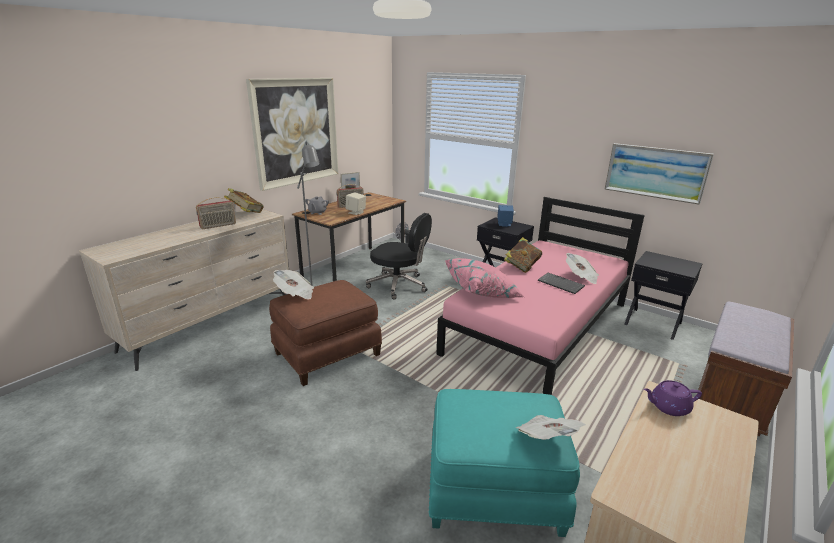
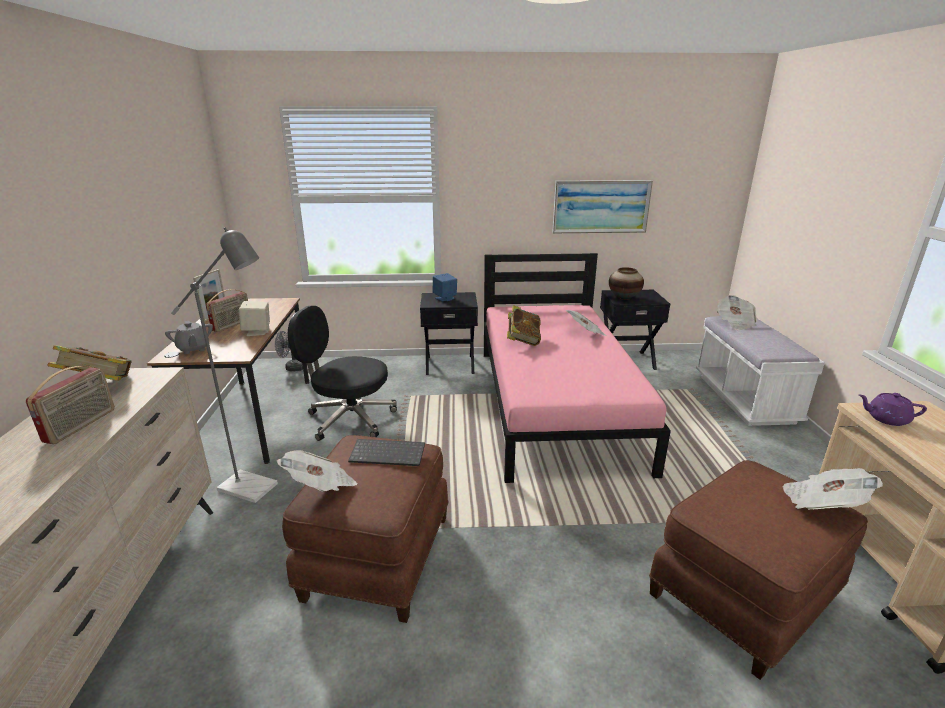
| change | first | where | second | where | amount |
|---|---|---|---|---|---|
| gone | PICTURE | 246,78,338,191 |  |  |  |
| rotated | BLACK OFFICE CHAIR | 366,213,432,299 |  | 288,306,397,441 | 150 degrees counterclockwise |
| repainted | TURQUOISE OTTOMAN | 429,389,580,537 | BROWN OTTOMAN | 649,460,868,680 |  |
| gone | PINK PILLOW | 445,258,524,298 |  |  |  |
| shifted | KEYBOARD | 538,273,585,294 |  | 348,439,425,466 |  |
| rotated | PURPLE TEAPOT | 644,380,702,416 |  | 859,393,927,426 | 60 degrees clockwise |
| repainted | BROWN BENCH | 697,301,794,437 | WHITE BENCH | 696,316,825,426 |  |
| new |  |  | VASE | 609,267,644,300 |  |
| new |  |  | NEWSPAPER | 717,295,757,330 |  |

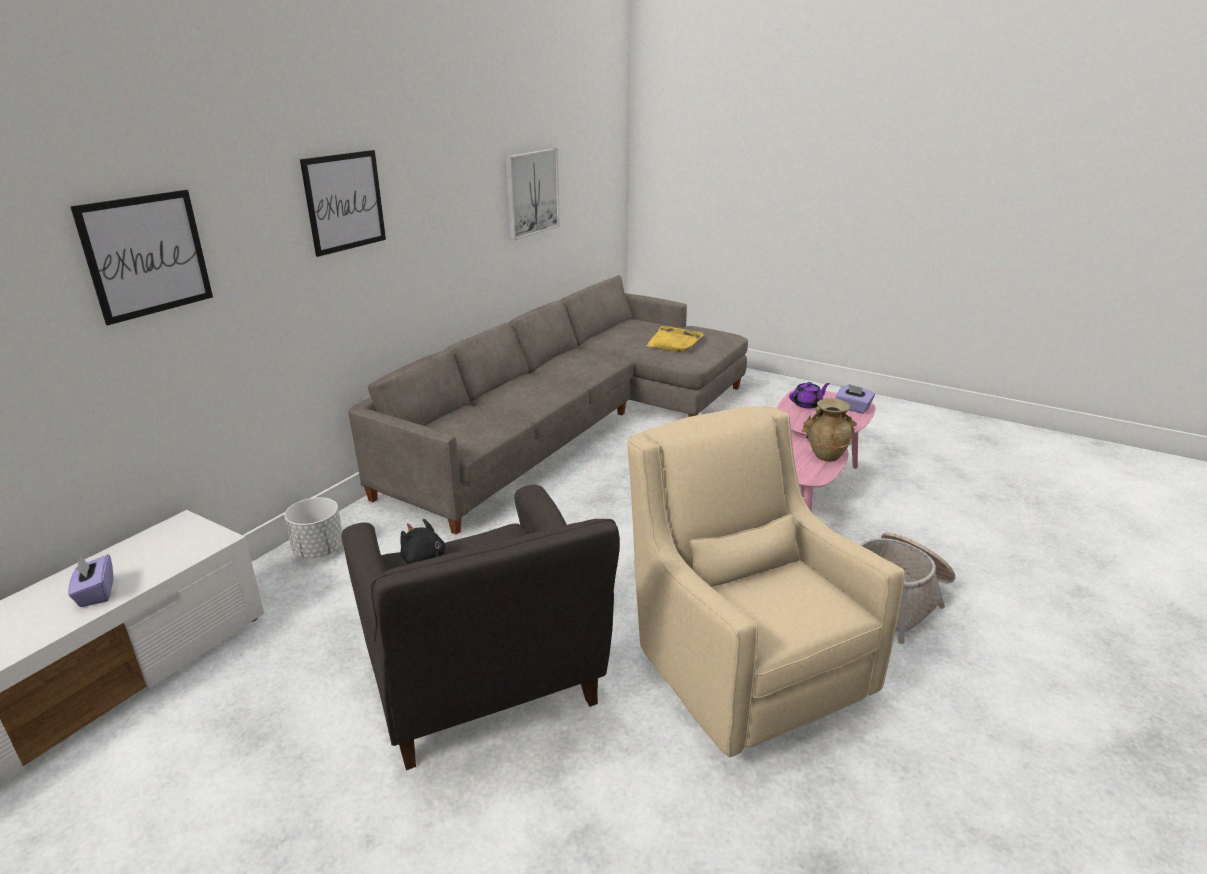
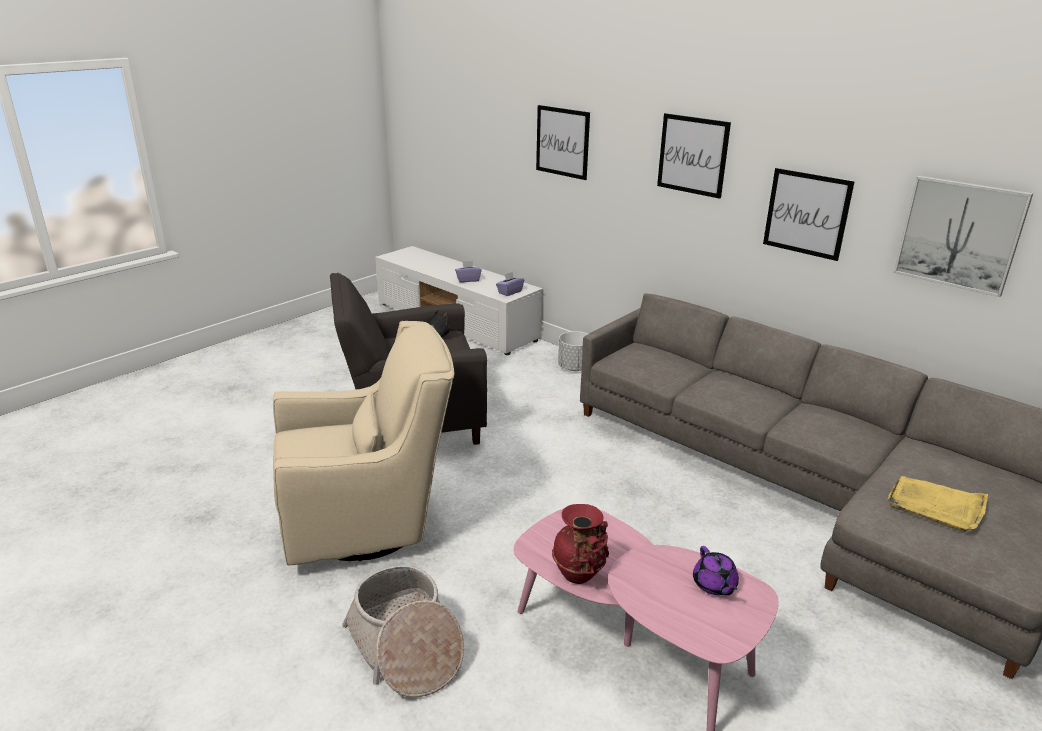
| change | first | where | second | where | amount |
|---|---|---|---|---|---|
| repainted | BEIGE VASE | 802,398,857,462 | RED VASE | 552,504,609,584 |  |
| shifted | PURPLE TISSUE BOX | 836,384,875,414 |  | 496,272,524,296 |  |
| new |  |  | PICTURE | 763,168,855,261 |  |

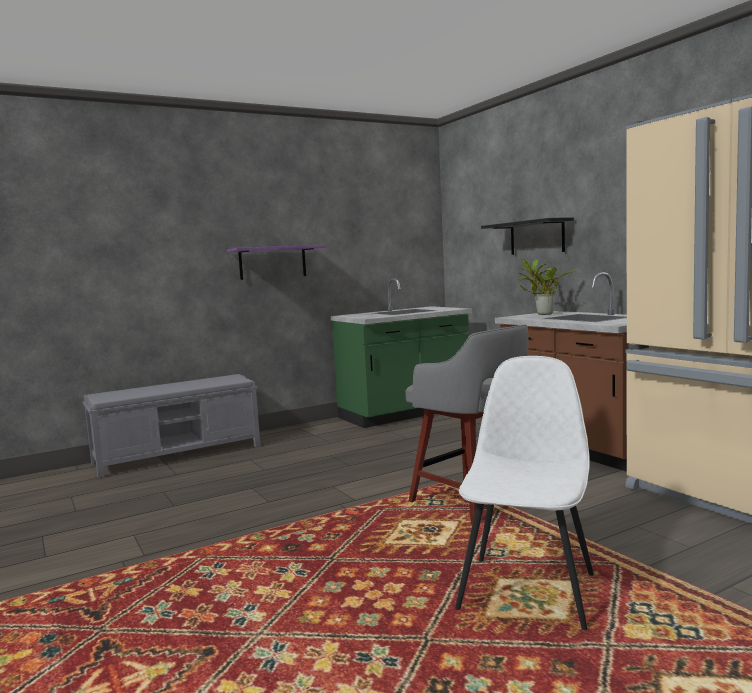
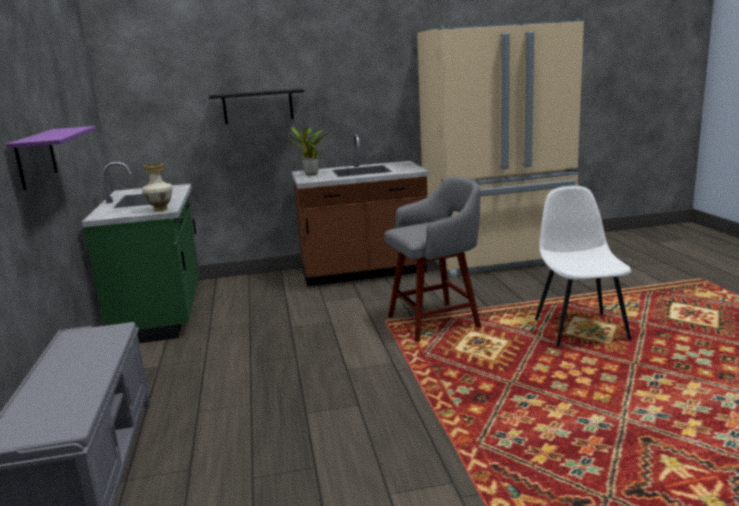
| change | first | where | second | where | amount |
|---|---|---|---|---|---|
| rotated | WHITE CHAIR | 455,356,594,630 |  | 535,186,632,347 | 45 degrees clockwise |
| new |  |  | VASE | 142,163,173,212 |  |

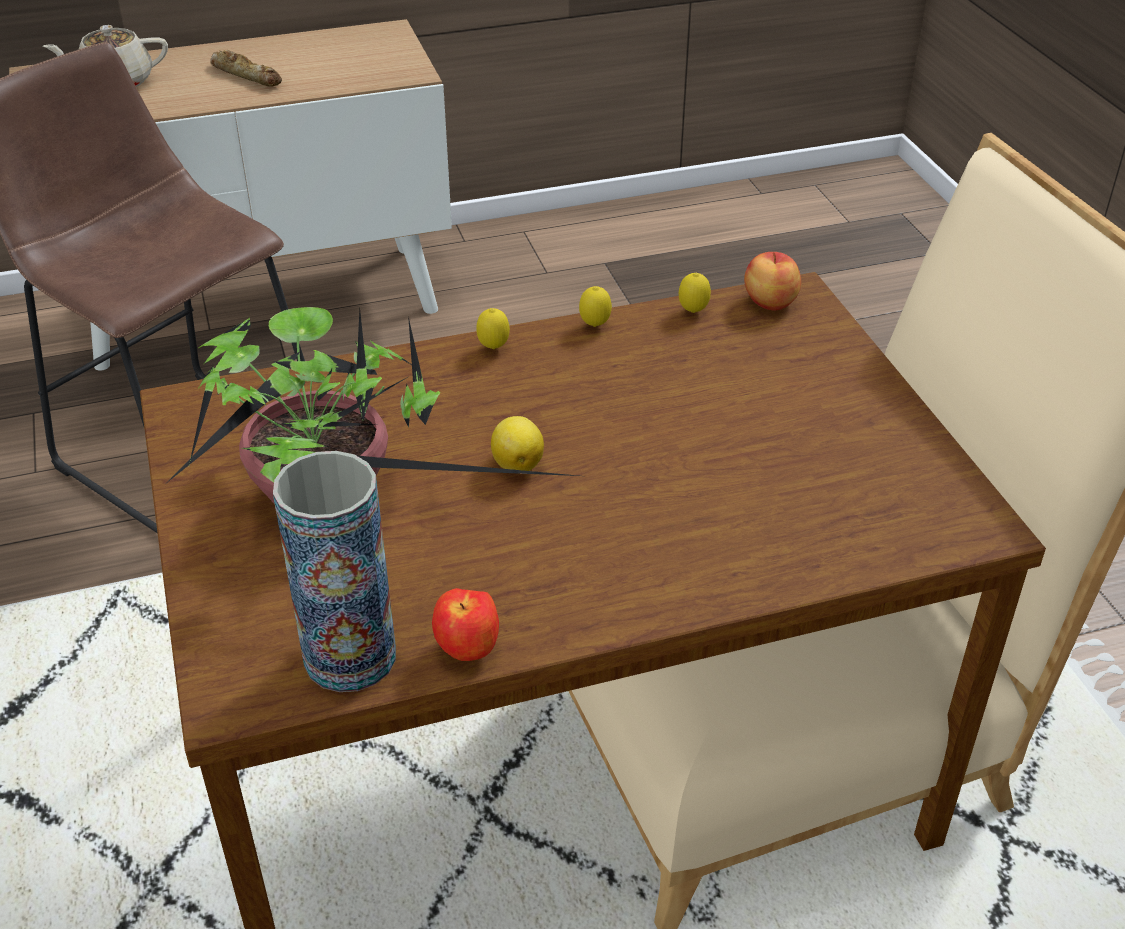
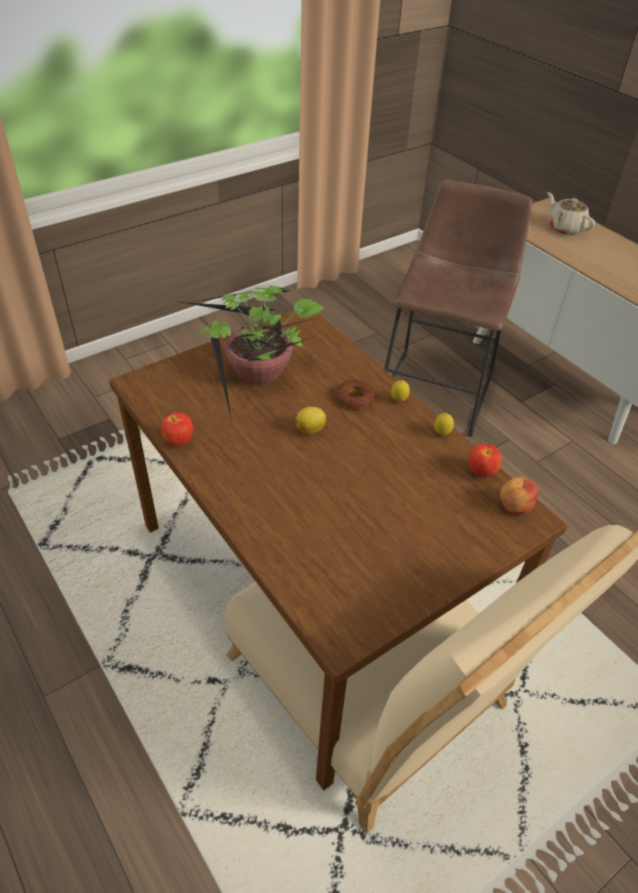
| change | first | where | second | where | amount |
|---|---|---|---|---|---|
| gone | BREAD | 210,50,282,86 |  |  |  |
| gone | VASE | 273,451,396,692 |  |  |  |
| swapped | LEMON | 679,273,711,313 | APPLE | 468,444,502,477 |  |
| new |  |  | DONUT | 336,380,375,409 |  |

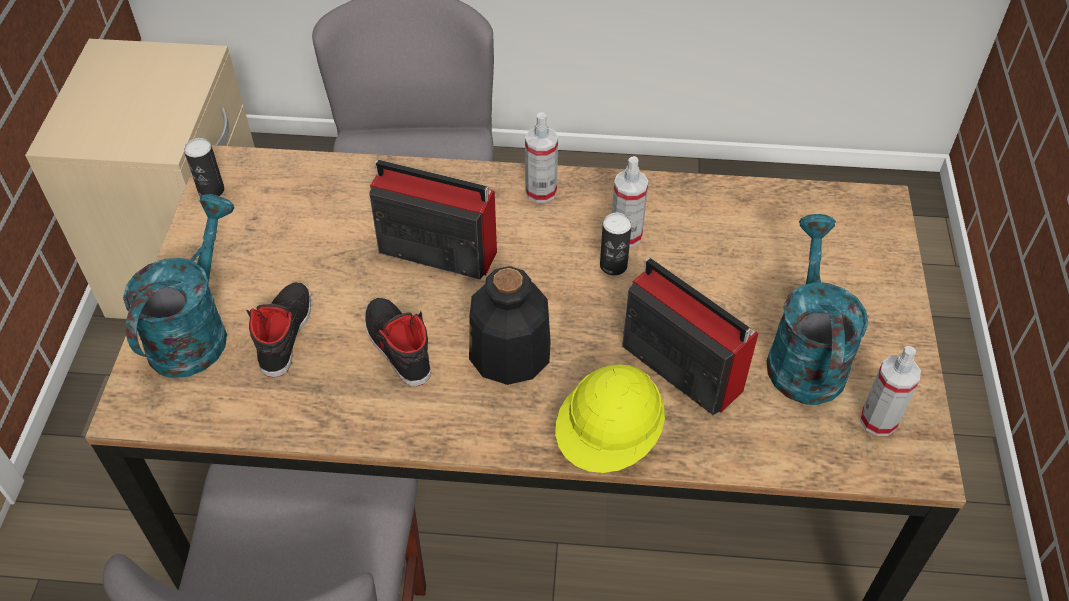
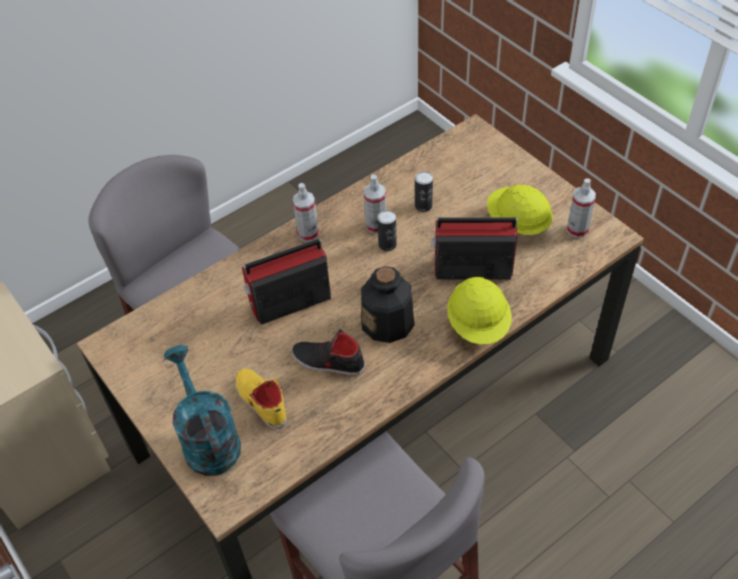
| change | first | where | second | where | amount |
|---|---|---|---|---|---|
| shifted | CAN | 184,138,224,197 |  | 415,171,433,212 |  |
| repainted | BLACK SHOE | 246,282,311,377 | YELLOW SHOE | 235,368,287,429 |  |
| swapped | TURQUOISE WATERING CAN | 767,214,868,405 | YELLOW HARD HAT | 487,184,553,235 |  |

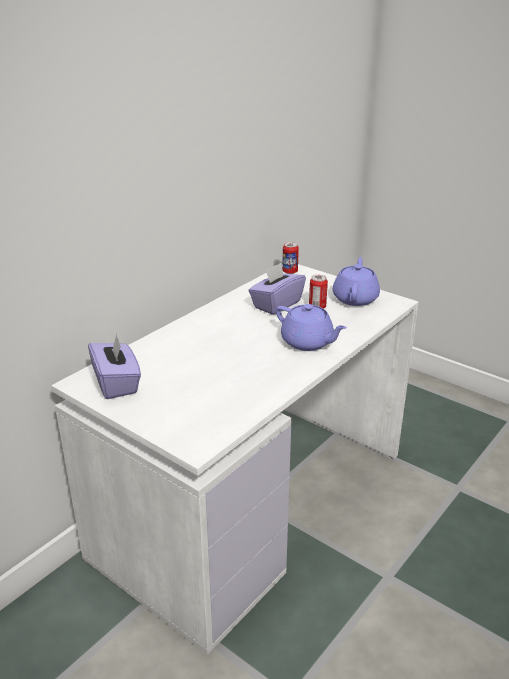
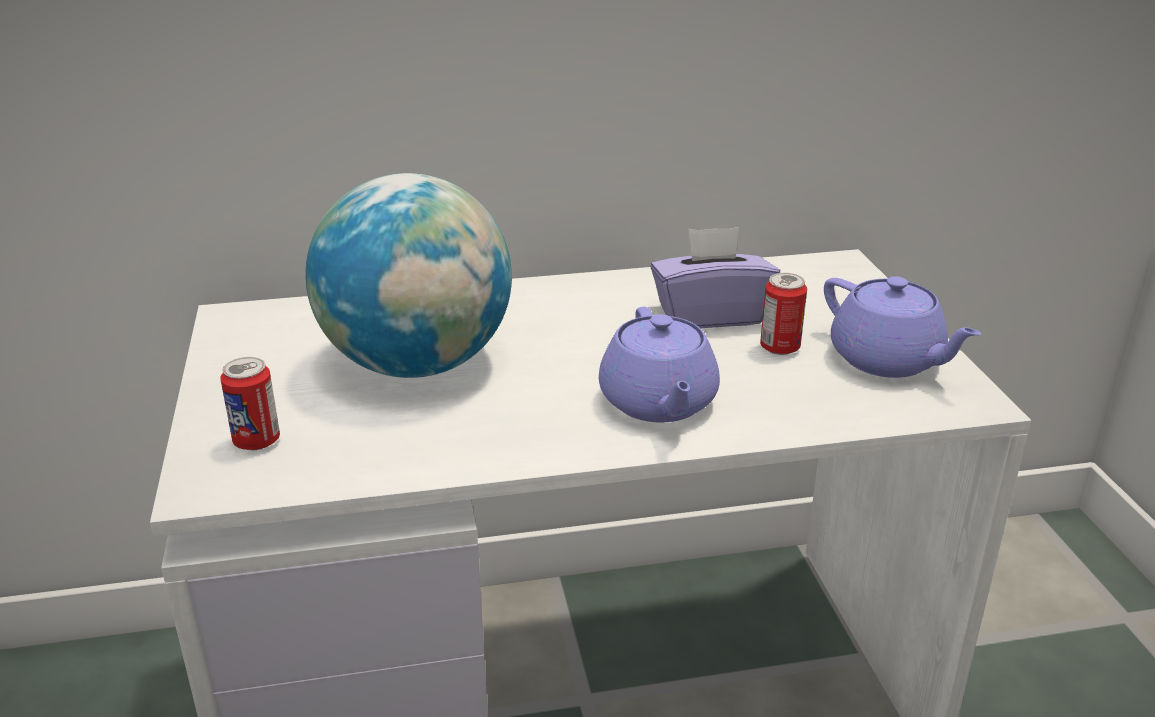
| change | first | where | second | where | amount |
|---|---|---|---|---|---|
| gone | PURPLE TISSUE BOX | 88,335,141,399 |  |  |  |
| shifted | CAN | 282,242,299,274 |  | 220,357,280,450 |  |
| rotated | PURPLE TEAPOT | 333,257,380,306 |  | 824,276,981,378 | 90 degrees clockwise |
| new |  |  | GLOBE | 305,173,512,378 |  |

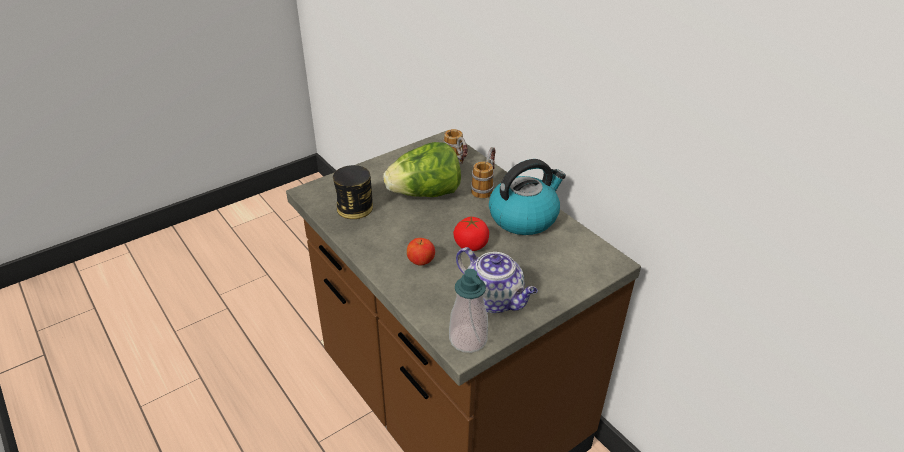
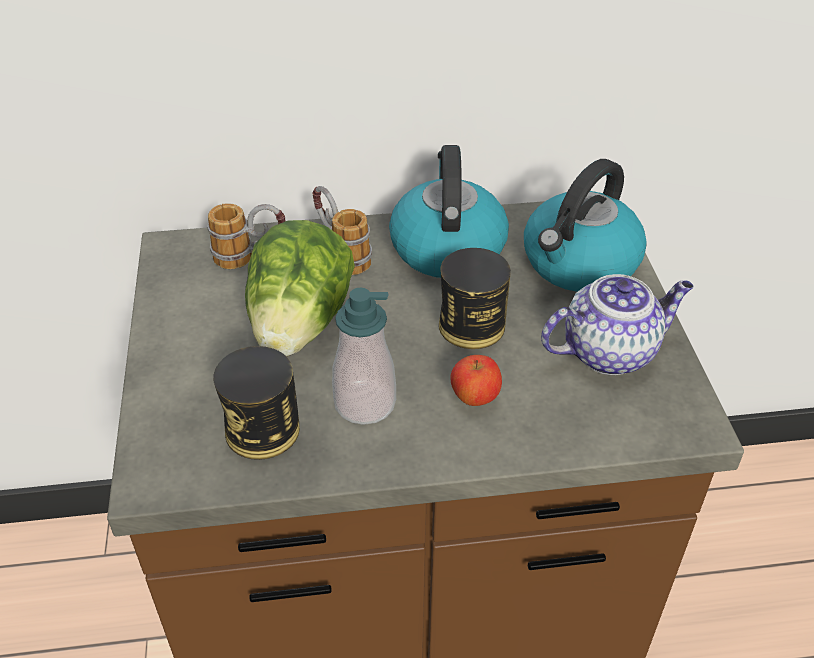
| change | first | where | second | where | amount |
|---|---|---|---|---|---|
| shifted | SOAP DISPENSER | 449,269,488,353 |  | 332,287,396,425 |  |
| swapped | TOMATO | 453,217,489,251 | CAN | 439,248,511,349 |  |
| new |  |  | KETTLE | 524,159,647,292 |  |

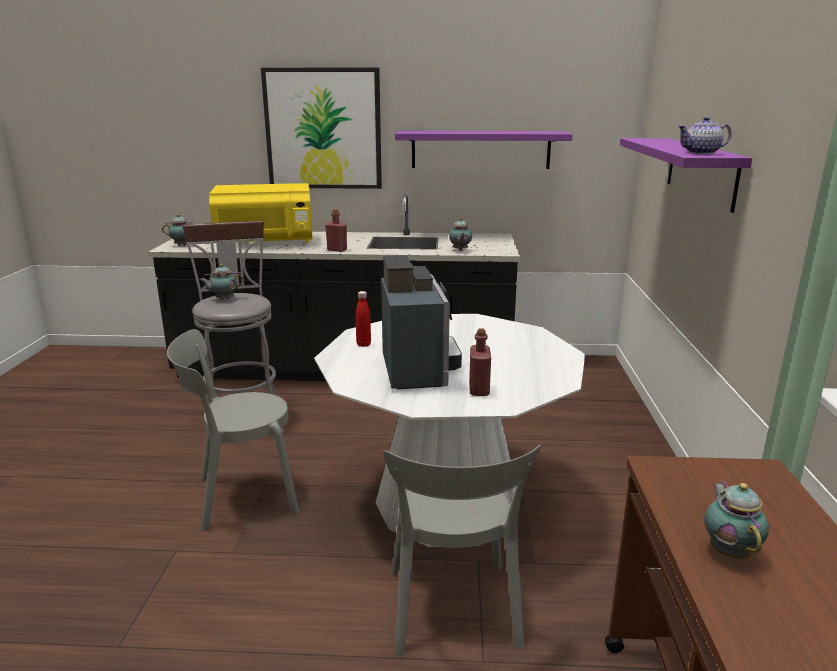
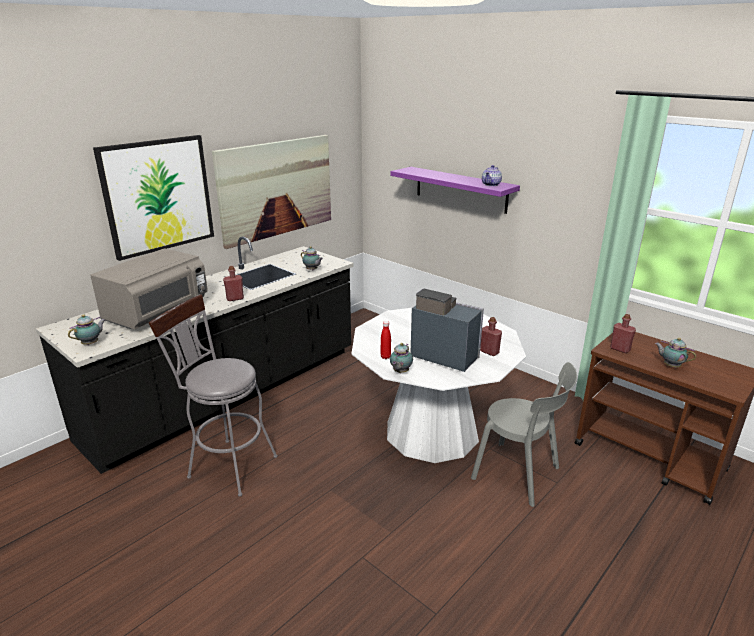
| change | first | where | second | where | amount |
|---|---|---|---|---|---|
| gone | GREY CHAIR | 167,329,299,531 |  |  |  |
| shifted | TEAPOT | 200,264,245,300 |  | 390,343,413,373 |  |
| repainted | YELLOW MICROWAVE | 209,183,313,243 | GREY MICROWAVE | 90,248,208,329 |  |
| swapped | PURPLE SHELF | 395,131,573,169 | PICTURE | 212,135,331,249 |  |
| new |  |  | RED BOTTLE | 610,314,636,353 |  |

